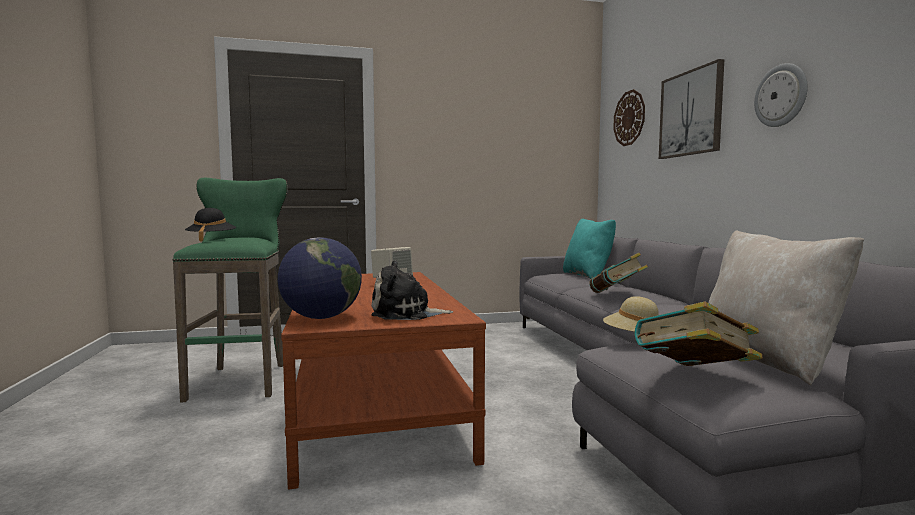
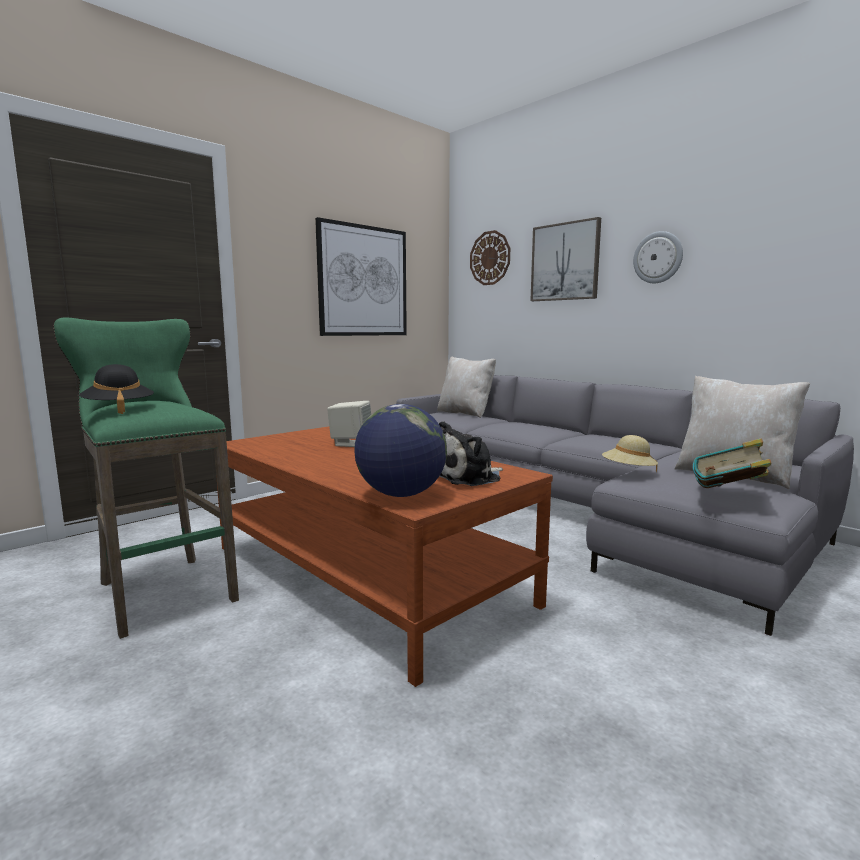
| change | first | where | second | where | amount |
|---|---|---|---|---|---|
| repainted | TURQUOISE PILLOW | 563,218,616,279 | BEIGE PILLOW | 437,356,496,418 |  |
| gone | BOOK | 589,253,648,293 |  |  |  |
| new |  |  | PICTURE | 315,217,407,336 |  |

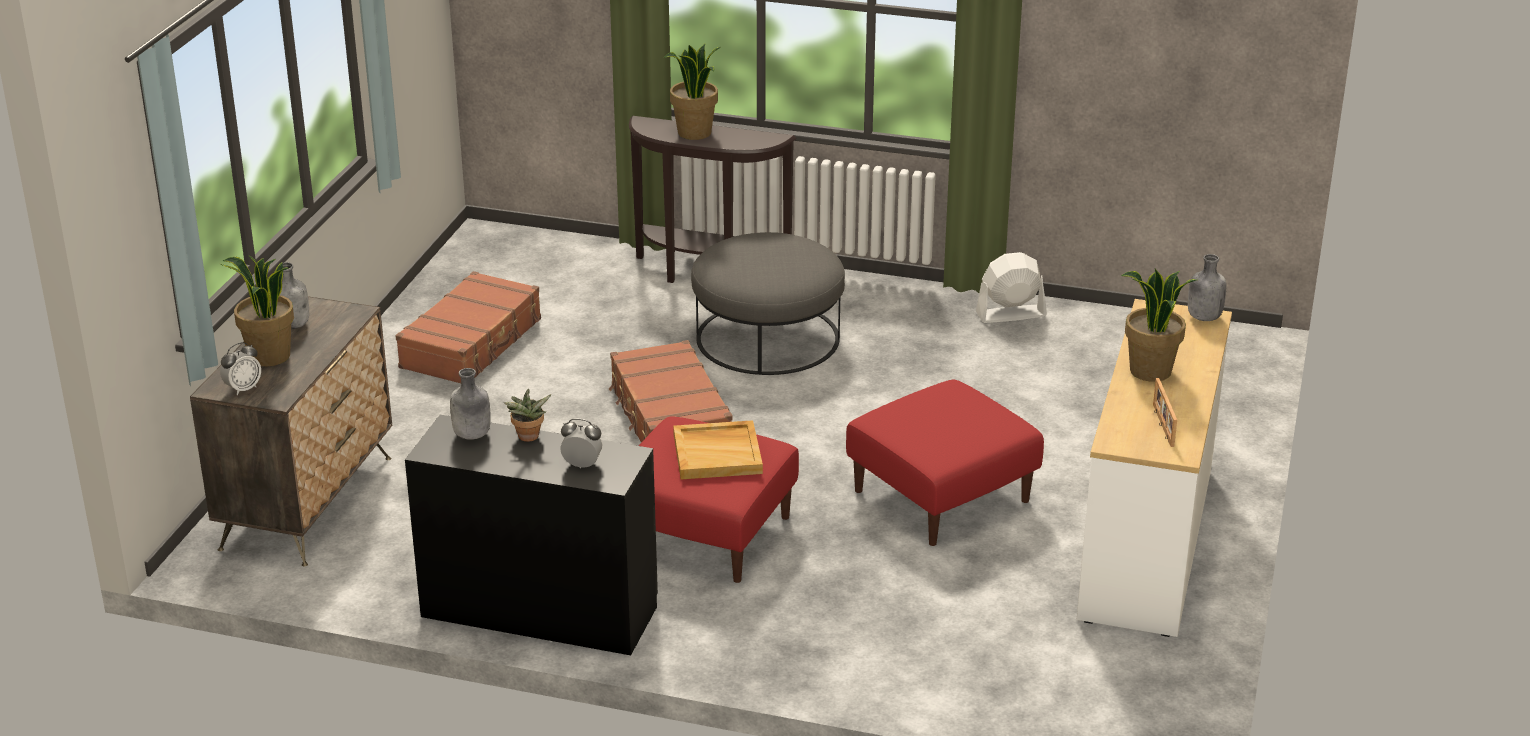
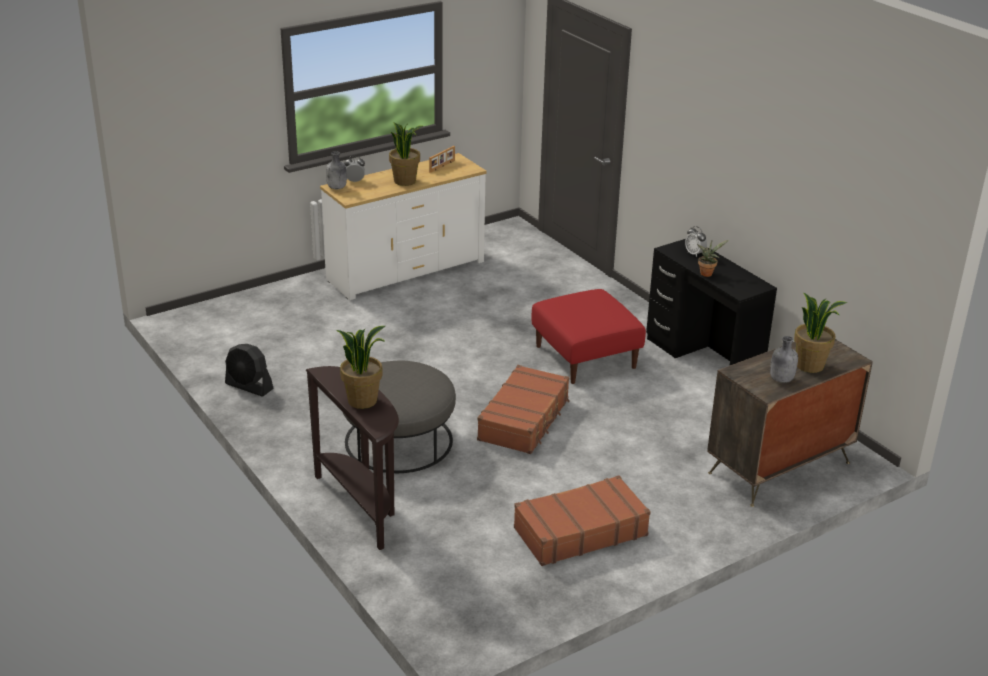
| change | first | where | second | where | amount |
|---|---|---|---|---|---|
| shifted | ALARM CLOCK | 220,342,261,395 |  | 344,156,365,182 |  |
| gone | GREY BOTTLE | 450,368,491,440 |  |  |  |
| gone | BEIGE TRAY | 673,420,763,480 |  |  |  |
| gone | RED OTTOMAN | 846,379,1044,546 |  |  |  |
| repainted | WHITE FAN | 976,252,1047,323 | BLACK FAN | 225,344,274,397 |  |

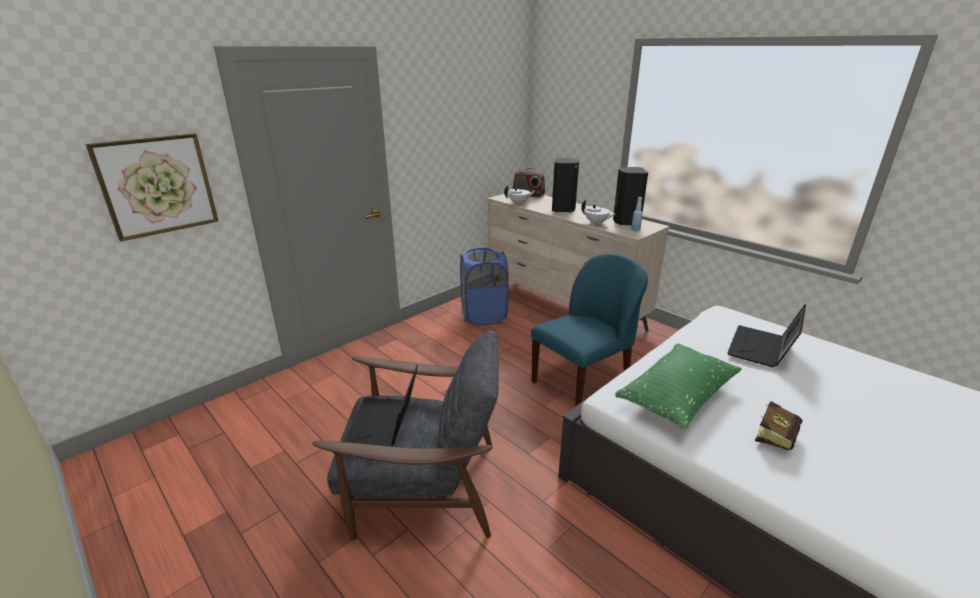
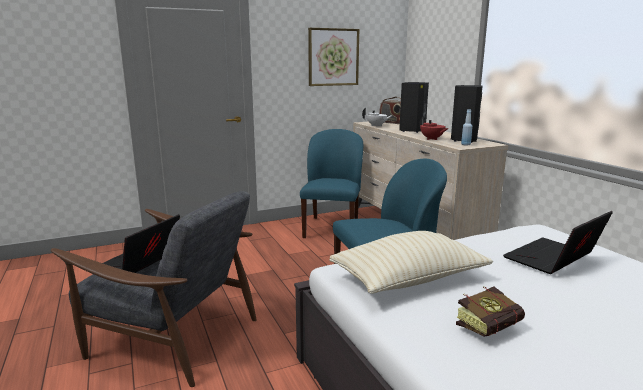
| change | first | where | second | where | amount |
|---|---|---|---|---|---|
| shifted | PICTURE | 85,133,219,242 |  | 308,28,359,86 |  |
| swapped | BLUE LAUNDRY BASKET | 460,248,509,325 | BLUE CHAIR | 300,129,364,238 |  |
| repainted | WHITE TEAPOT | 581,200,616,225 | RED TEAPOT | 420,116,449,140 |  |
| repainted | GREEN PILLOW | 615,343,742,429 | BEIGE PILLOW | 329,231,493,294 |  |

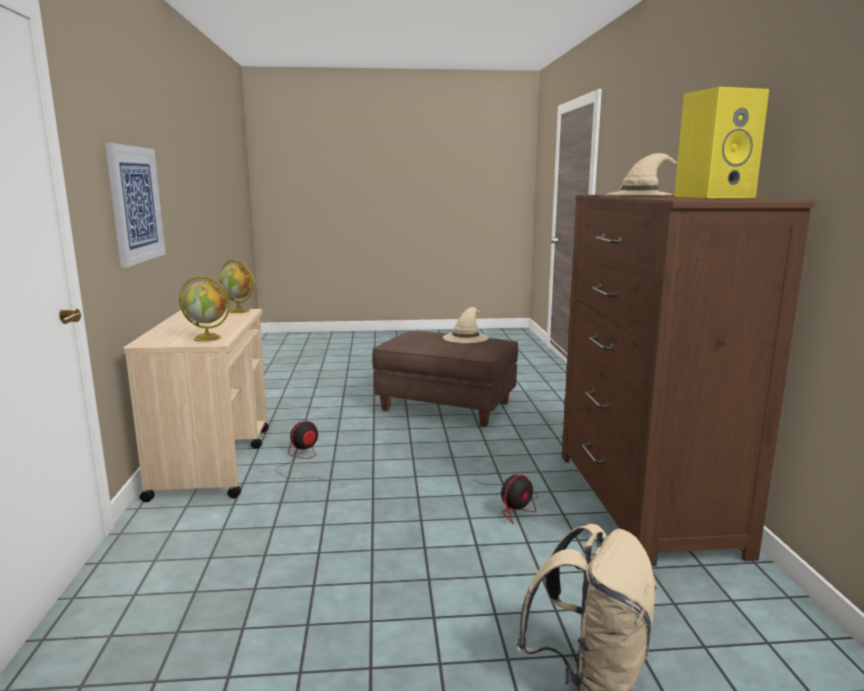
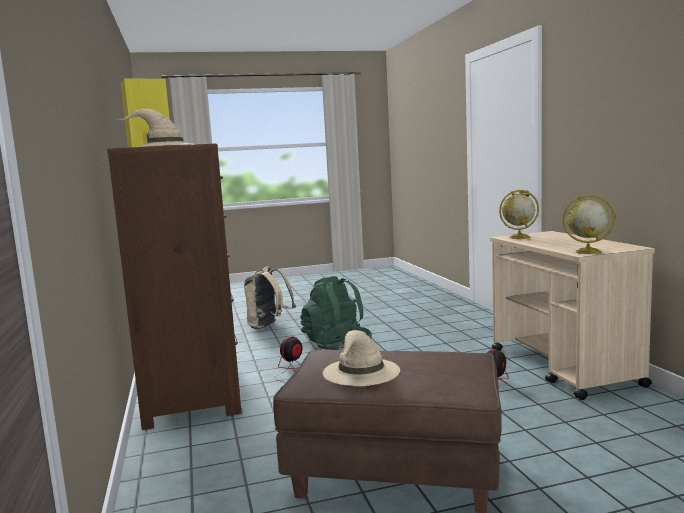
| change | first | where | second | where | amount |
|---|---|---|---|---|---|
| gone | PICTURE | 105,143,166,267 |  |  |  |
| new |  |  | GREEN BACKPACK | 300,276,372,350 |  |

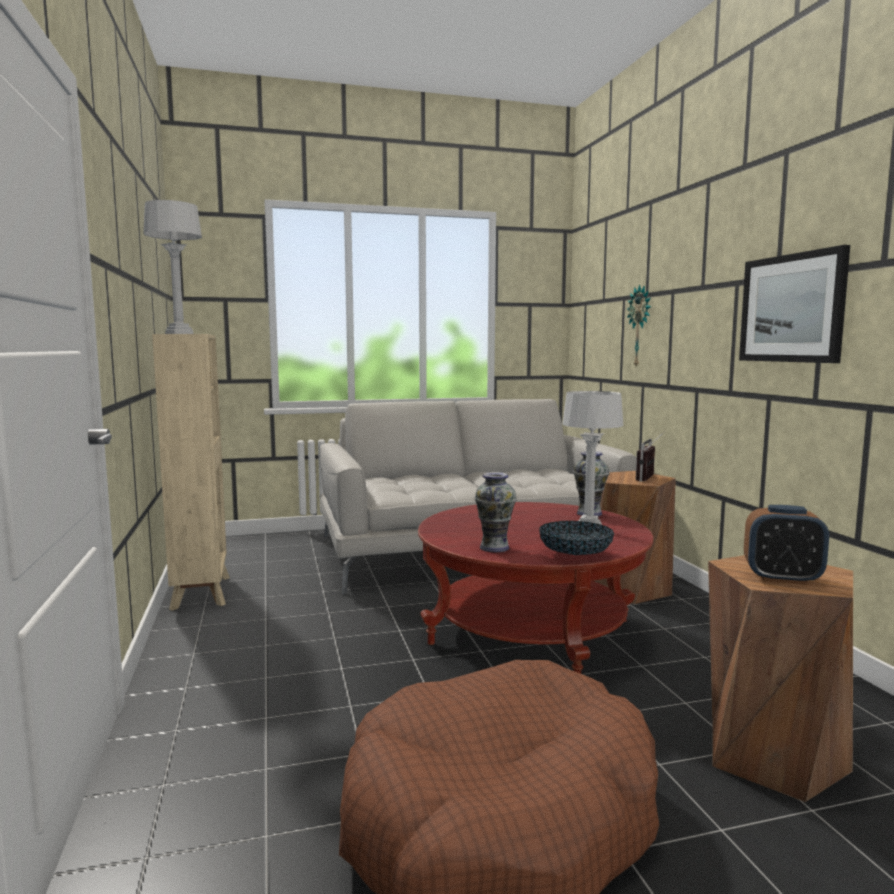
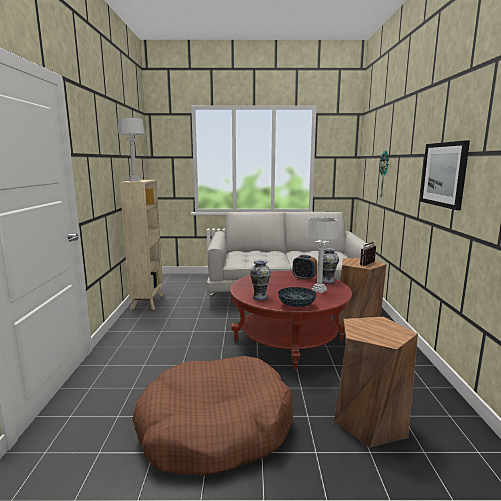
| change | first | where | second | where | amount |
|---|---|---|---|---|---|
| shifted | ALARM CLOCK | 744,505,829,585 |  | 293,255,317,280 |  |

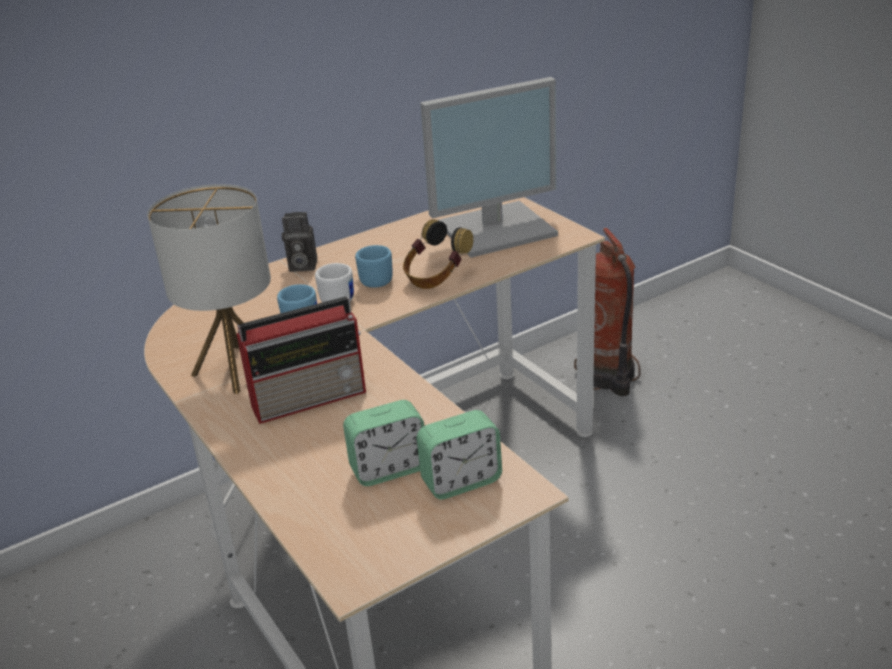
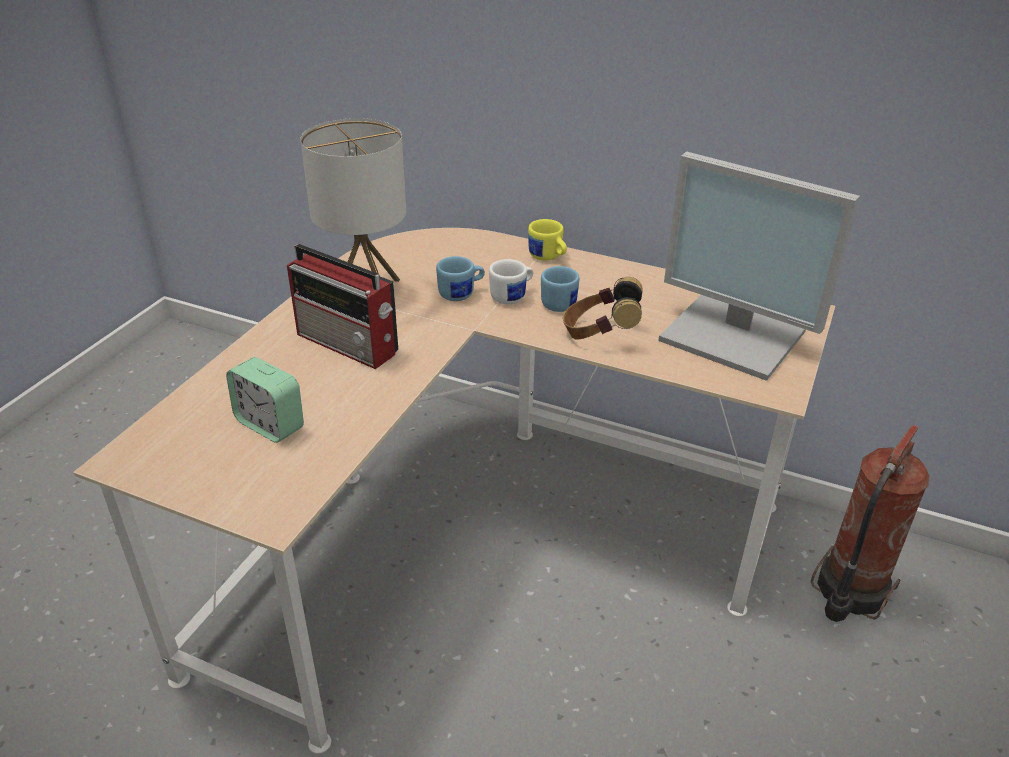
| change | first | where | second | where | amount |
|---|---|---|---|---|---|
| swapped | PHOTO CAMERA | 282,212,317,272 | YELLOW MUG | 528,219,567,261 |  |
| gone | ALARM CLOCK | 417,410,502,499 |  |  |  |

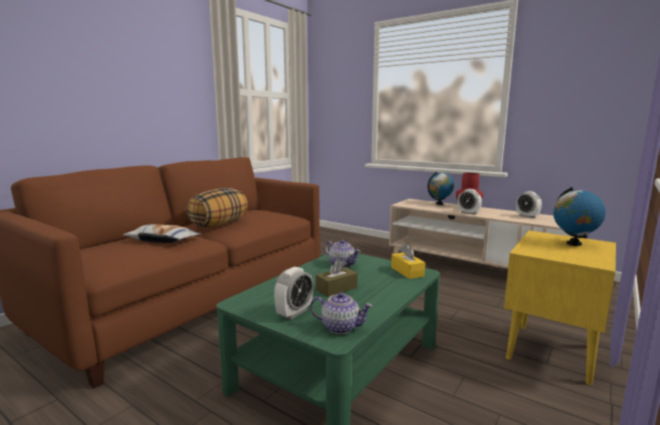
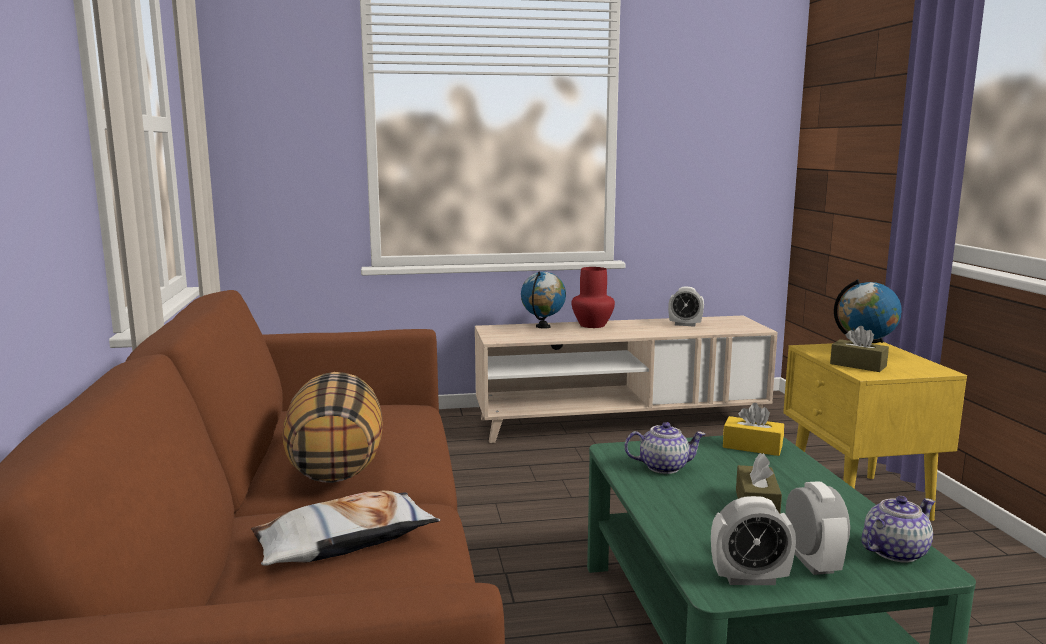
| change | first | where | second | where | amount |
|---|---|---|---|---|---|
| shifted | ALARM CLOCK | 458,189,482,215 |  | 711,496,796,585 |  |
| new |  |  | BROWN TISSUE BOX | 830,326,889,372 |  |

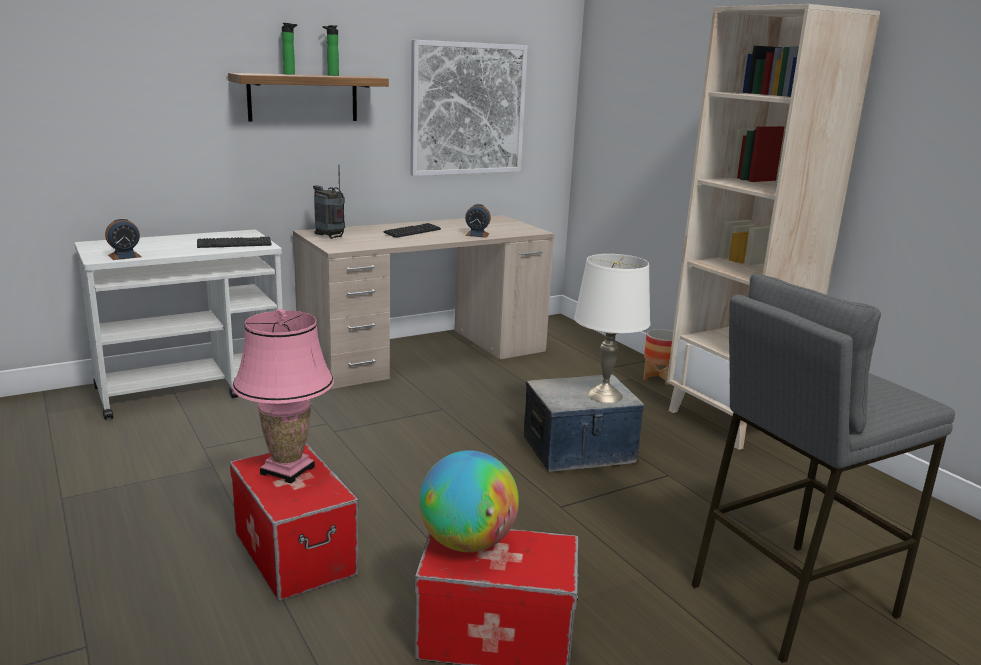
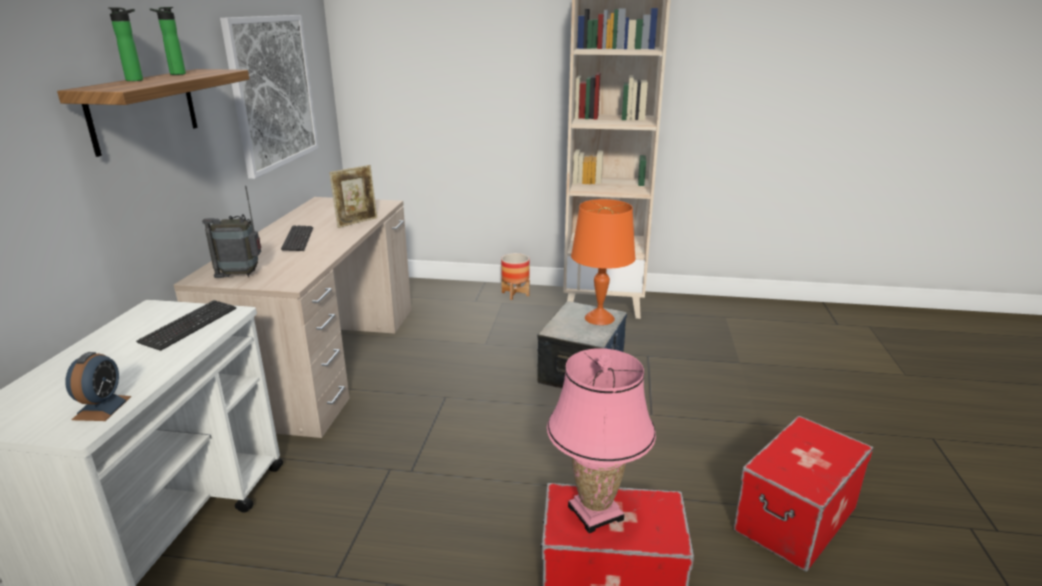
| change | first | where | second | where | amount |
|---|---|---|---|---|---|
| gone | GLOBE | 419,450,519,552 |  |  |  |
| swapped | ALARM CLOCK | 465,204,491,238 | PICTURE FRAME | 329,165,377,228 |  |
| repainted | WHITE TABLE LAMP | 574,254,650,403 | ORANGE TABLE LAMP | 571,199,636,325 |  |
| gone | GREY STOOL | 691,274,955,663 |  |  |  |

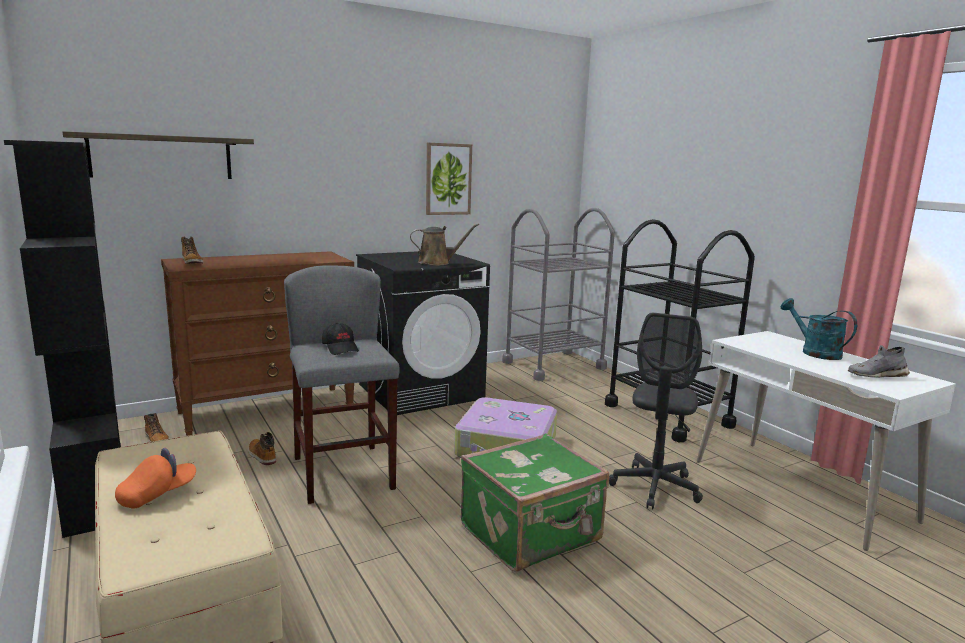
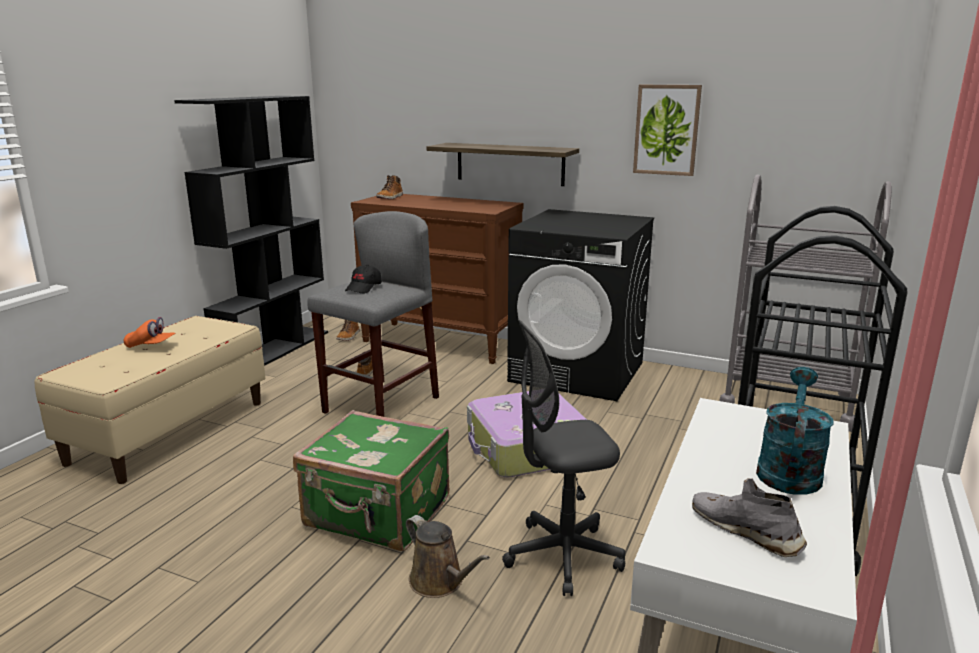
| change | first | where | second | where | amount |
|---|---|---|---|---|---|
| shifted | SHELF | 63,131,254,179 |  | 427,143,579,186 |  |
| shifted | BROWN WATERING CAN | 410,223,479,266 |  | 406,515,490,598 |  |

